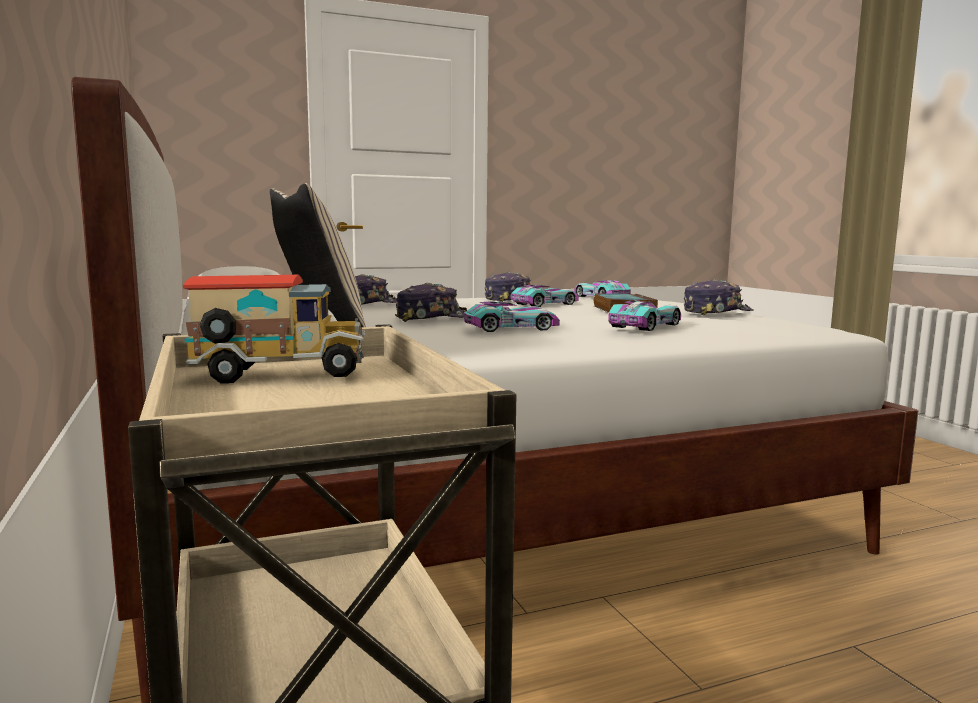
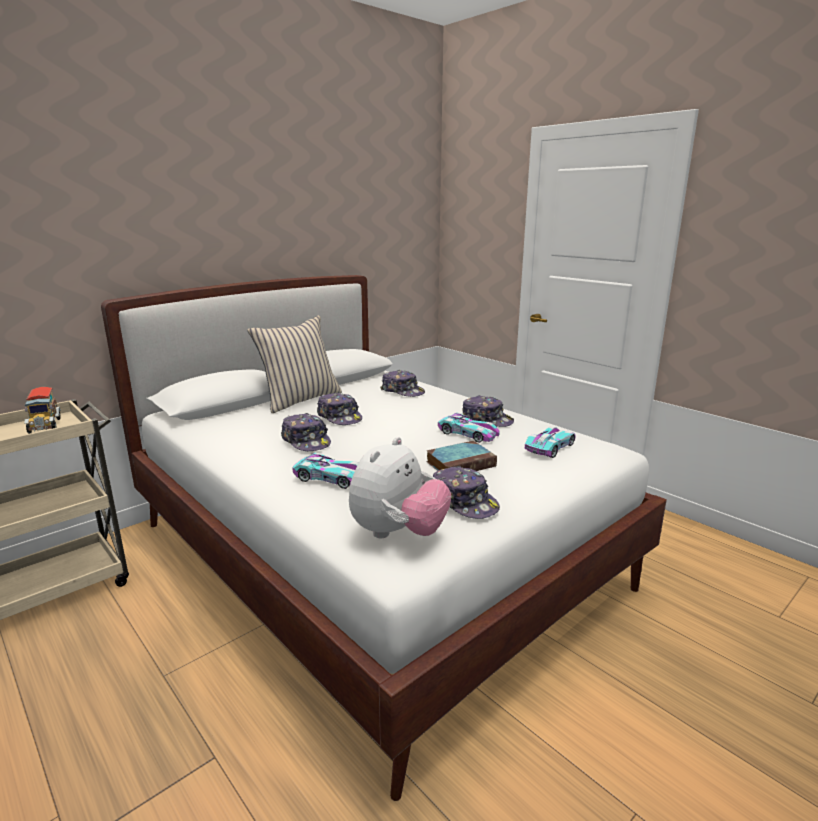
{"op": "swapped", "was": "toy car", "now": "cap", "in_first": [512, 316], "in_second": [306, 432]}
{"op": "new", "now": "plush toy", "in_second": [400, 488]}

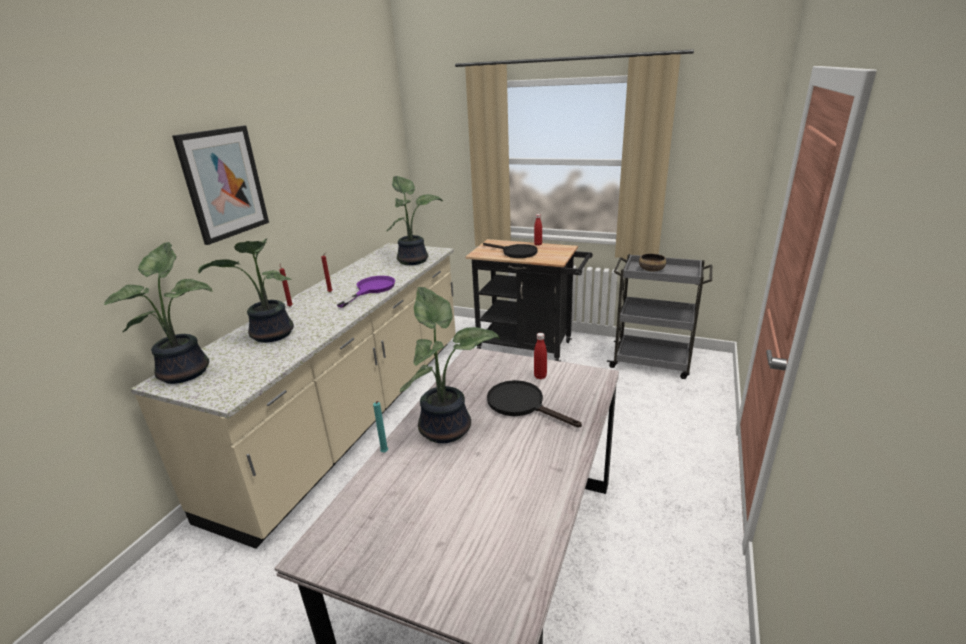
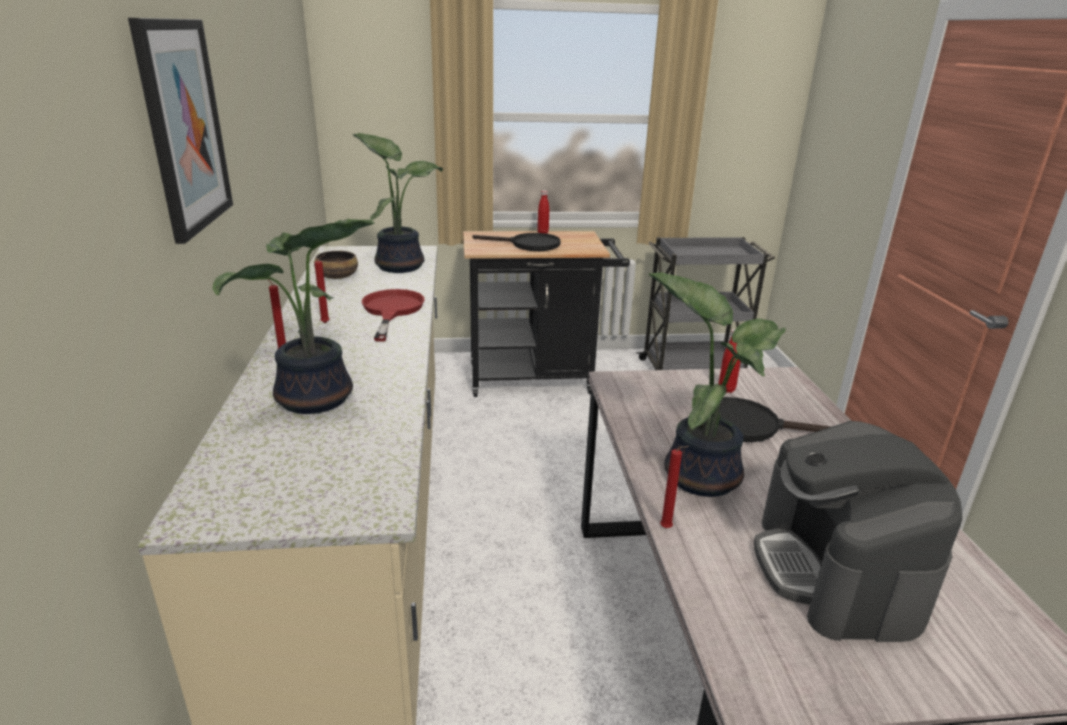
{"op": "shifted", "was": "bowl", "in_first": [652, 263], "in_second": [336, 265]}
{"op": "repainted", "was": "purple frying pan", "now": "red frying pan", "in_first": [366, 292], "in_second": [393, 315]}
{"op": "repainted", "was": "turquoise candle", "now": "red candle", "in_first": [380, 426], "in_second": [674, 487]}
{"op": "new", "now": "coffee machine", "in_second": [858, 531]}
{"op": "gone", "was": "potted plant", "in_first": [158, 313]}

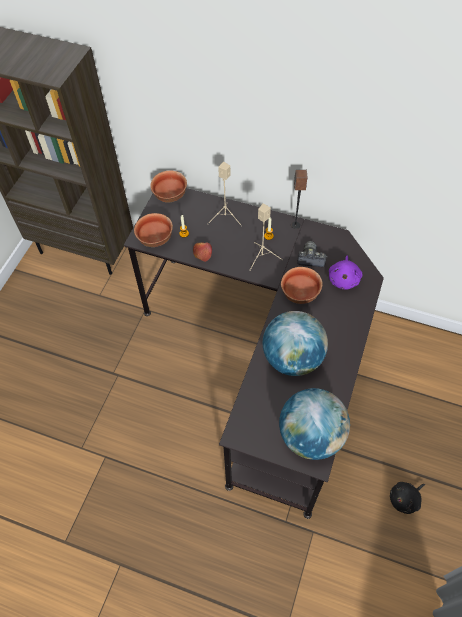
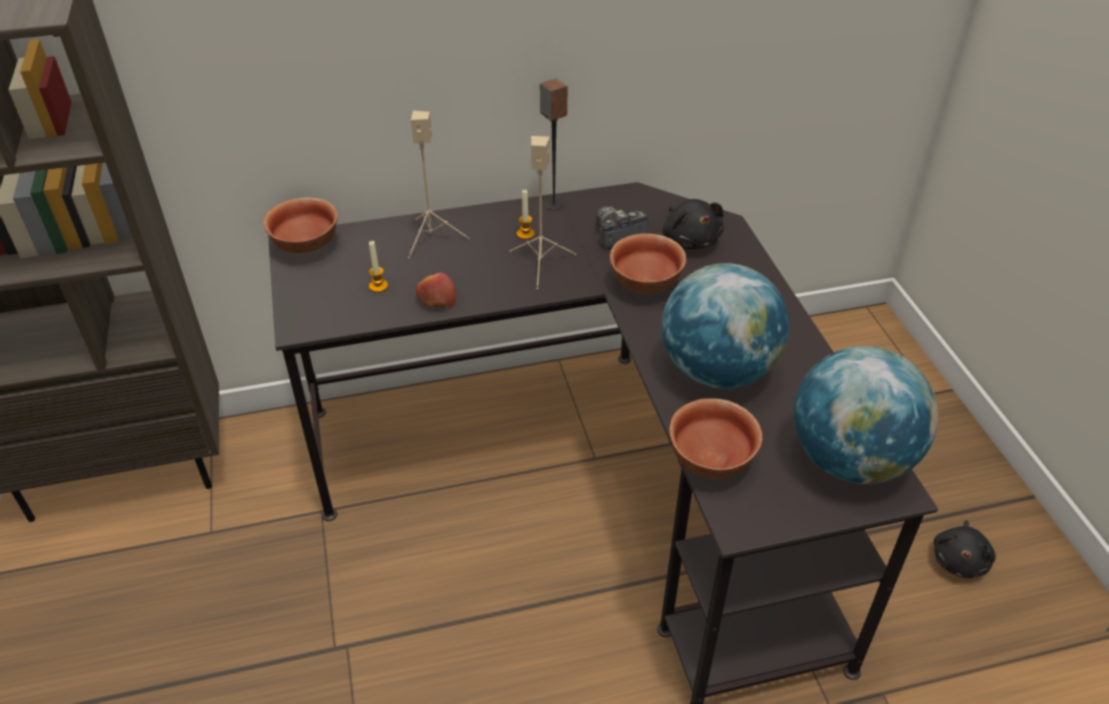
{"op": "repainted", "was": "purple plush toy", "now": "black plush toy", "in_first": [345, 272], "in_second": [693, 224]}
{"op": "shifted", "was": "bowl", "in_first": [153, 230], "in_second": [715, 438]}

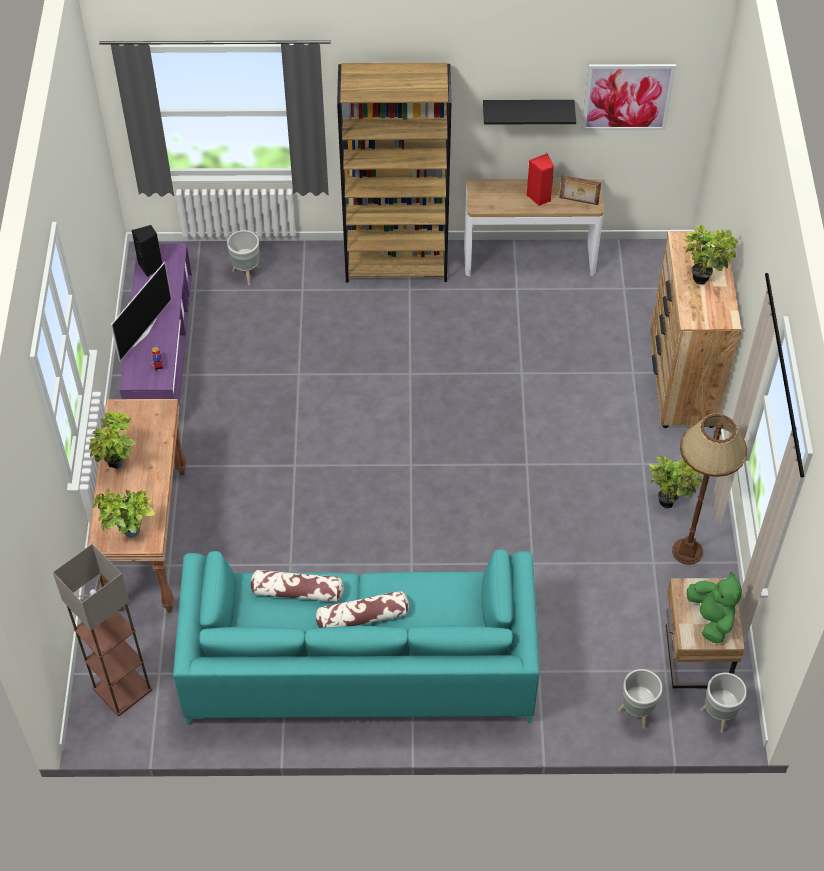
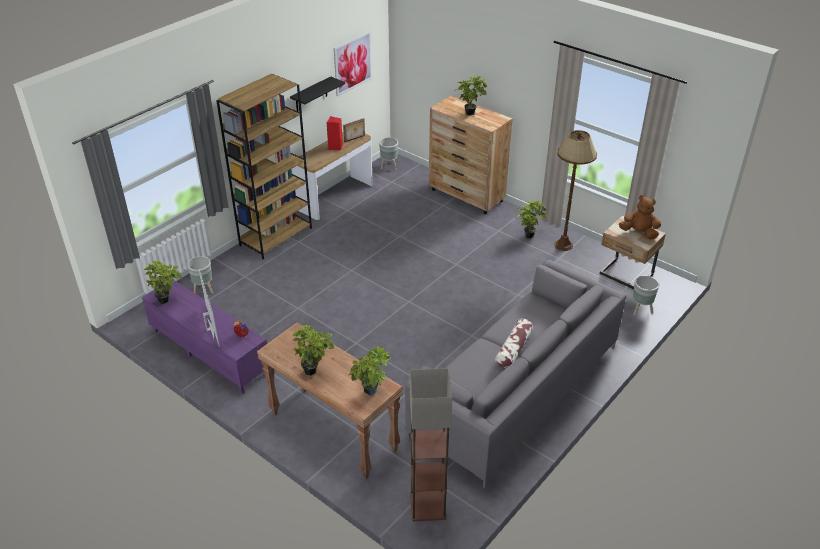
{"op": "swapped", "was": "black speaker", "now": "potted plant", "in_first": [147, 251], "in_second": [163, 282]}
{"op": "shifted", "was": "grey planter", "in_first": [724, 702], "in_second": [388, 154]}
{"op": "repainted", "was": "turquoise sofa", "now": "grey sofa", "in_first": [356, 637], "in_second": [515, 374]}
{"op": "repainted", "was": "green plush toy", "now": "brown plush toy", "in_first": [714, 607], "in_second": [640, 217]}
{"op": "gone", "was": "pillow", "in_first": [297, 586]}

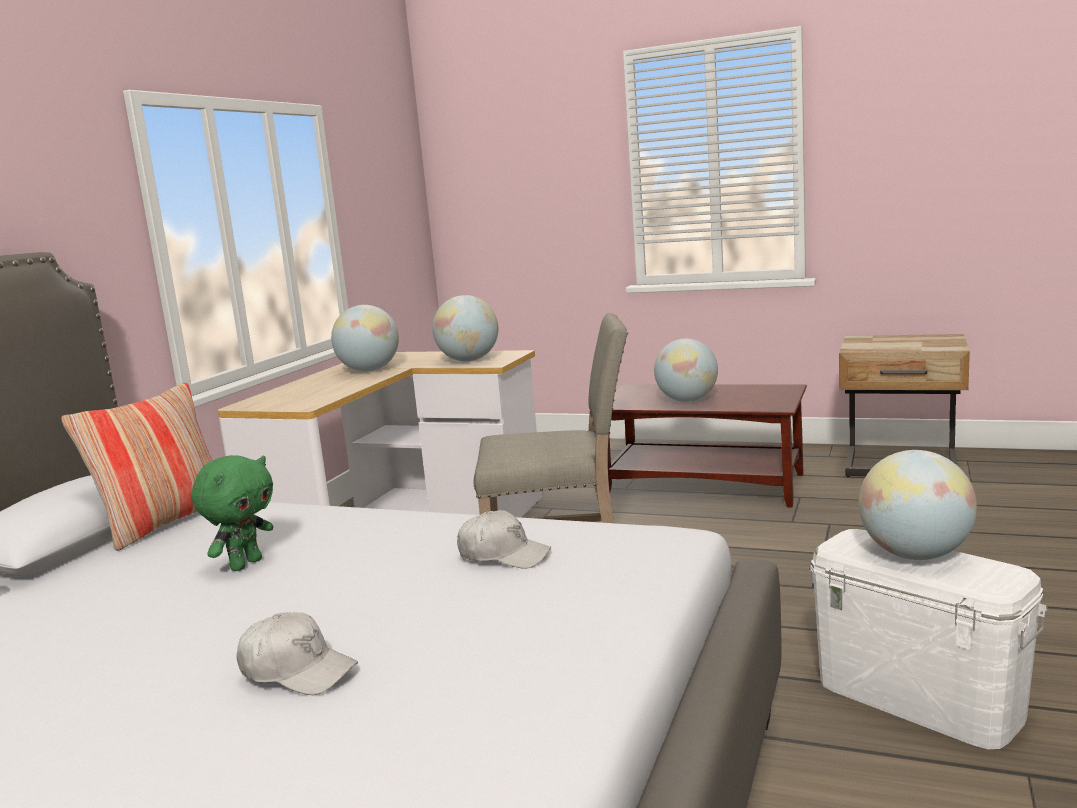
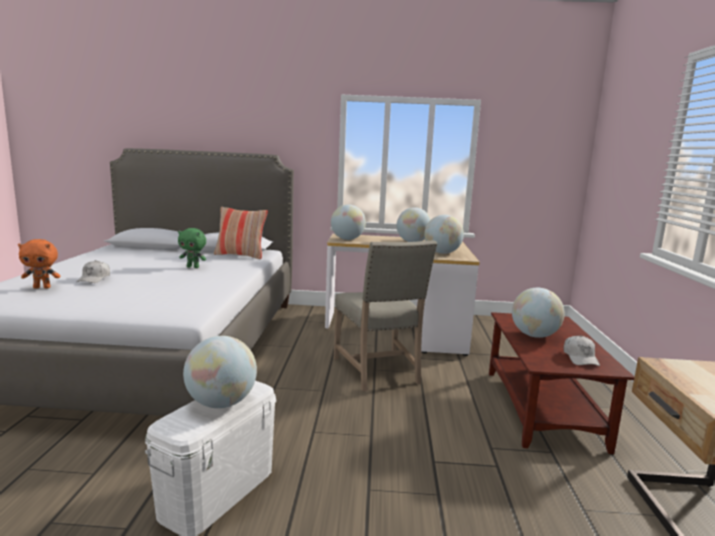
{"op": "new", "now": "orange plush toy", "in_second": [39, 264]}
{"op": "new", "now": "globe", "in_second": [348, 222]}
{"op": "shifted", "was": "white cap", "in_first": [504, 539], "in_second": [581, 350]}

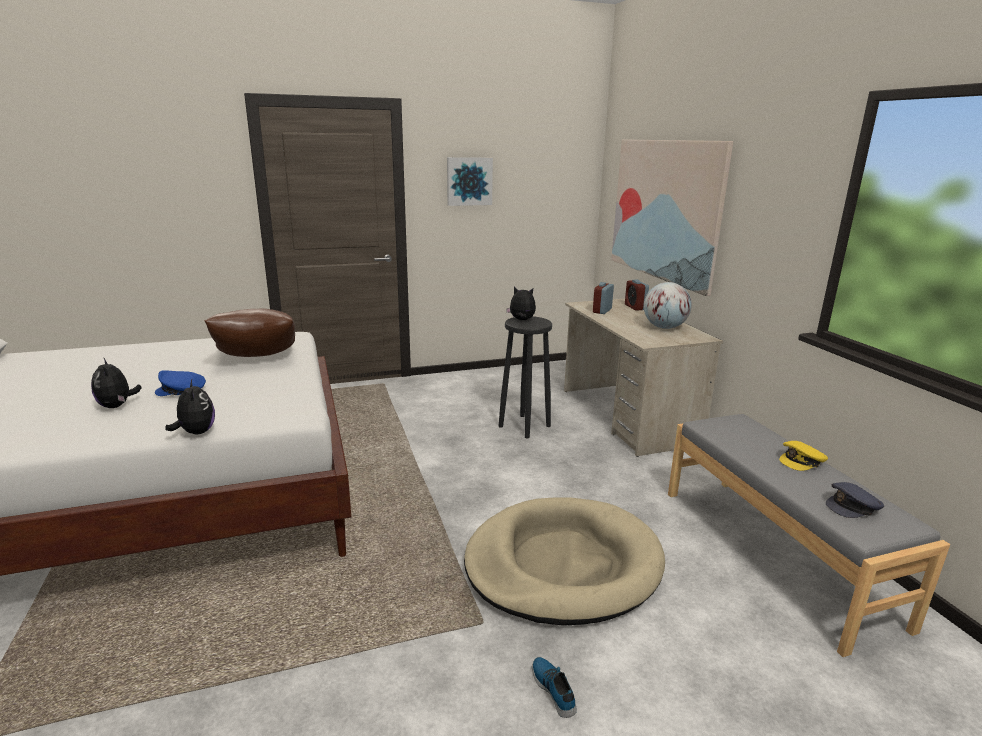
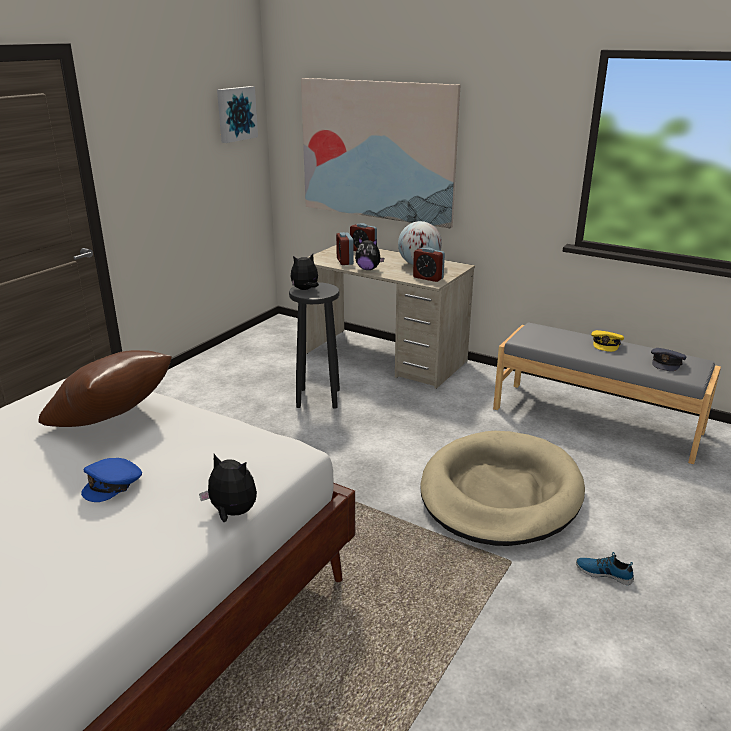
{"op": "shifted", "was": "picture", "in_first": [470, 181], "in_second": [237, 114]}
{"op": "shifted", "was": "plush toy", "in_first": [116, 382], "in_second": [369, 254]}
{"op": "new", "now": "alarm clock", "in_second": [429, 264]}

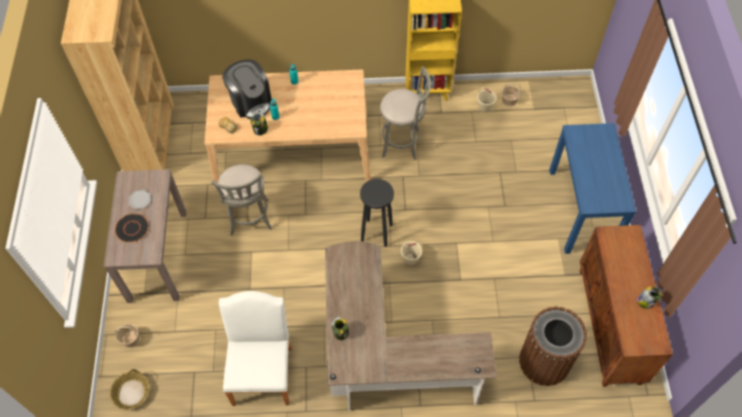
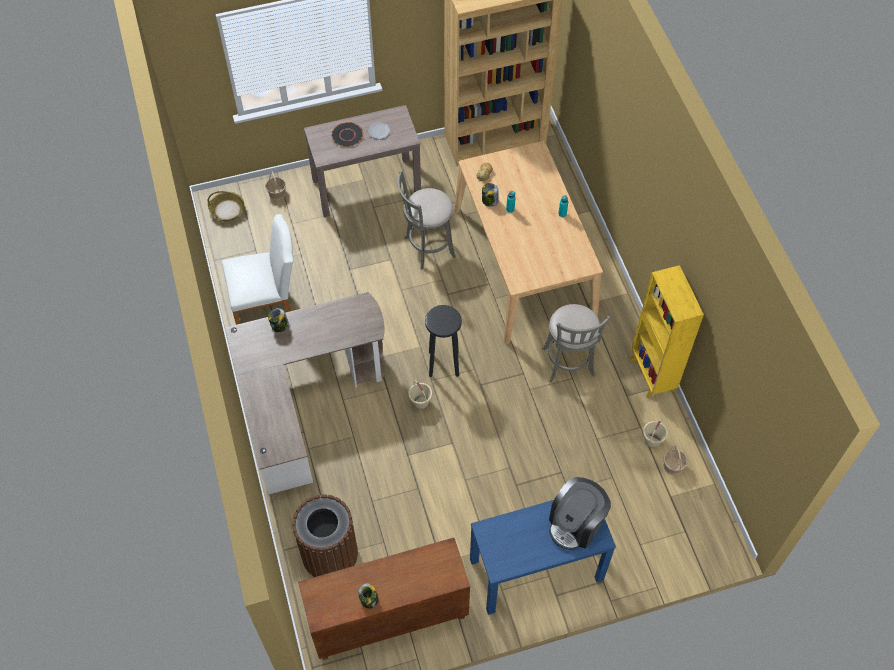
{"op": "shifted", "was": "coffee machine", "in_first": [247, 89], "in_second": [580, 513]}

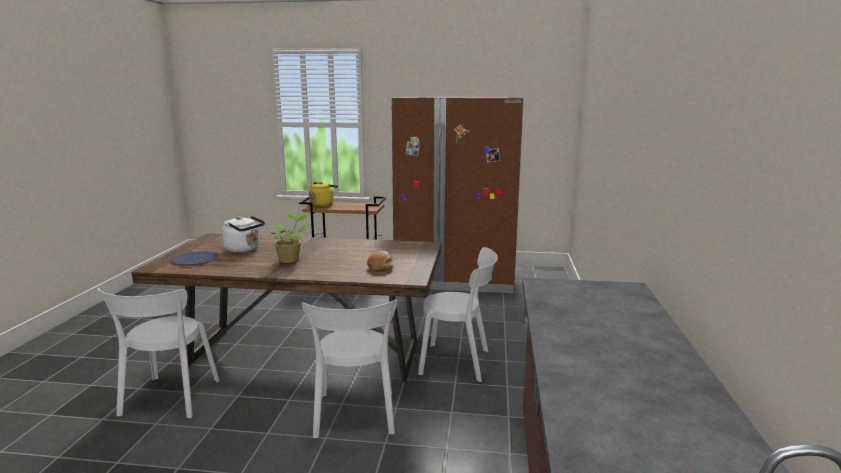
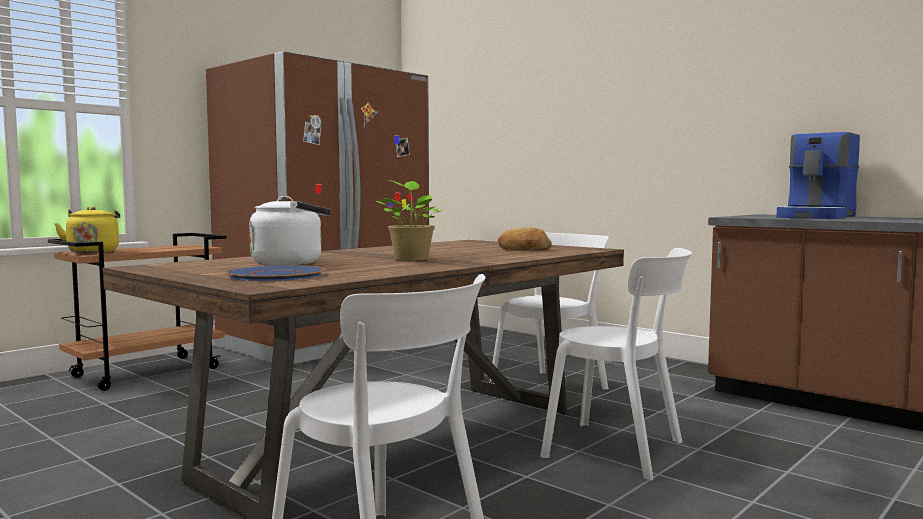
{"op": "new", "now": "coffee machine", "in_second": [818, 175]}

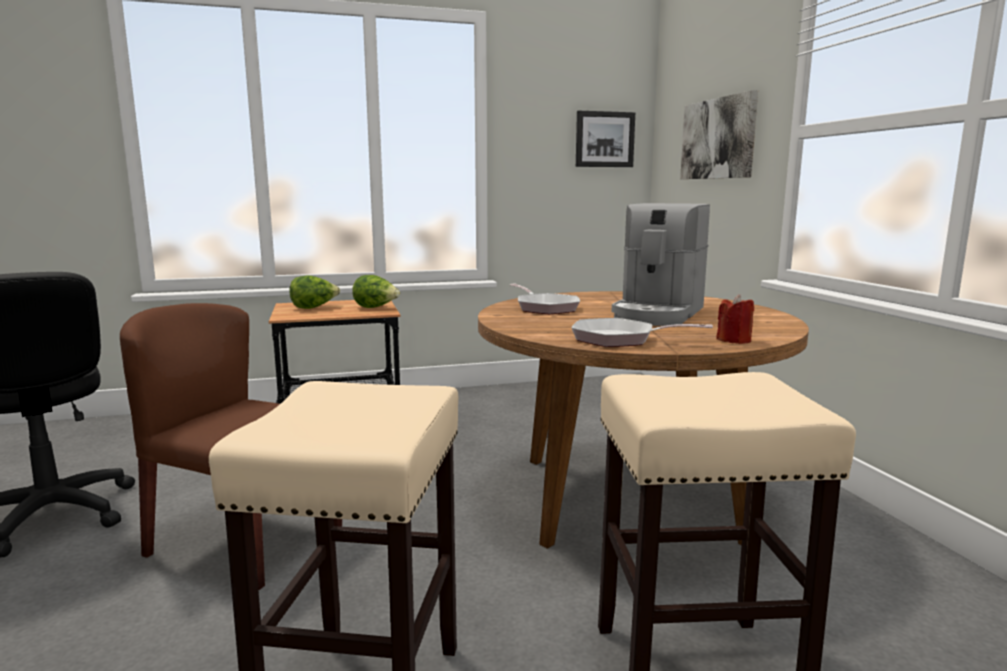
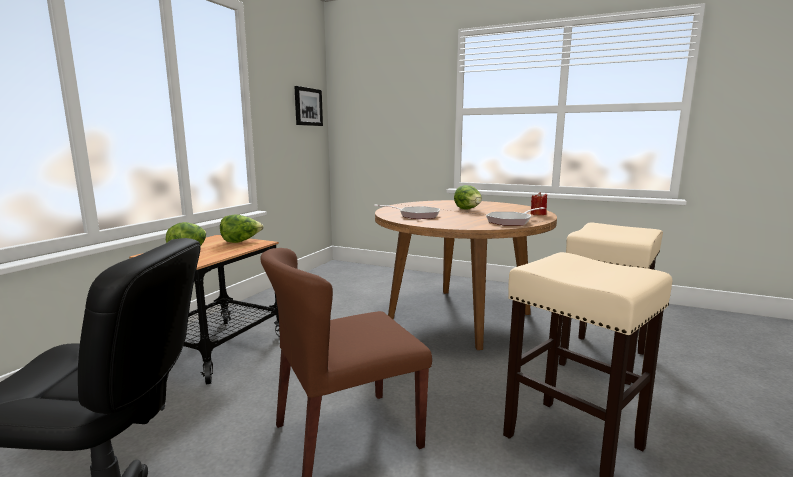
{"op": "swapped", "was": "coffee machine", "now": "lettuce", "in_first": [661, 264], "in_second": [468, 197]}
{"op": "gone", "was": "picture", "in_first": [719, 134]}

